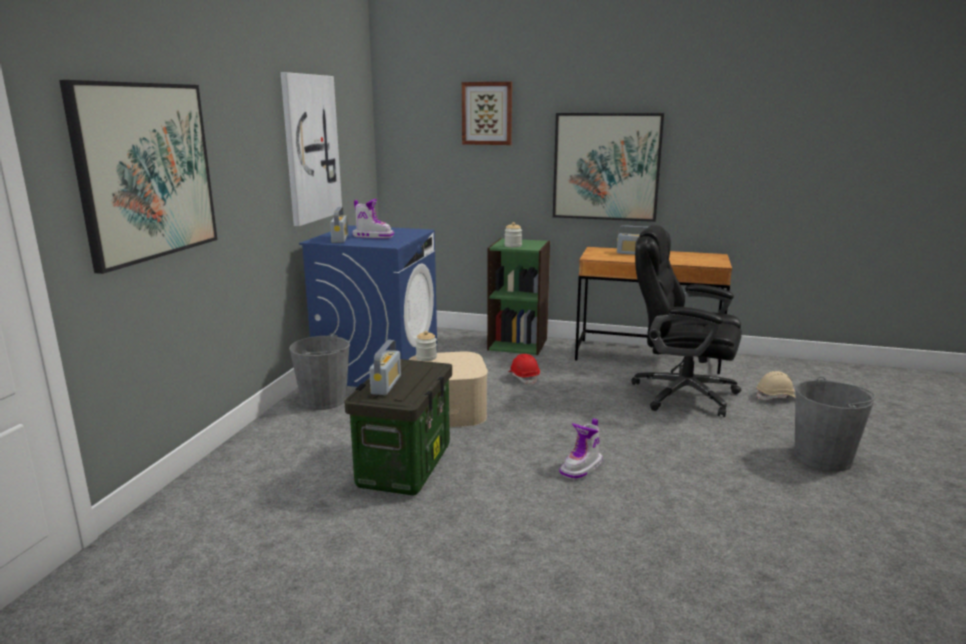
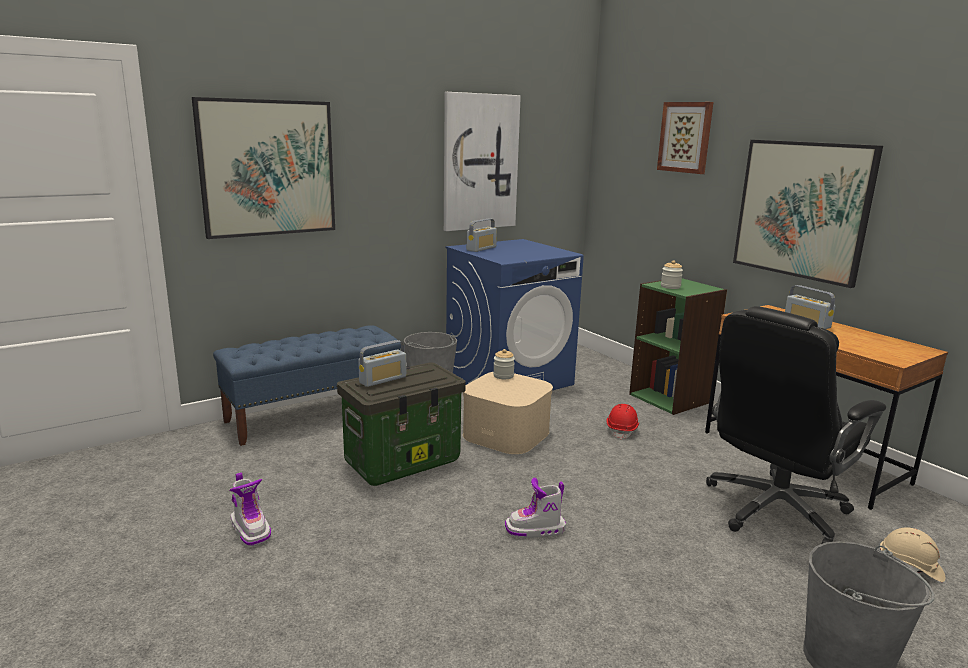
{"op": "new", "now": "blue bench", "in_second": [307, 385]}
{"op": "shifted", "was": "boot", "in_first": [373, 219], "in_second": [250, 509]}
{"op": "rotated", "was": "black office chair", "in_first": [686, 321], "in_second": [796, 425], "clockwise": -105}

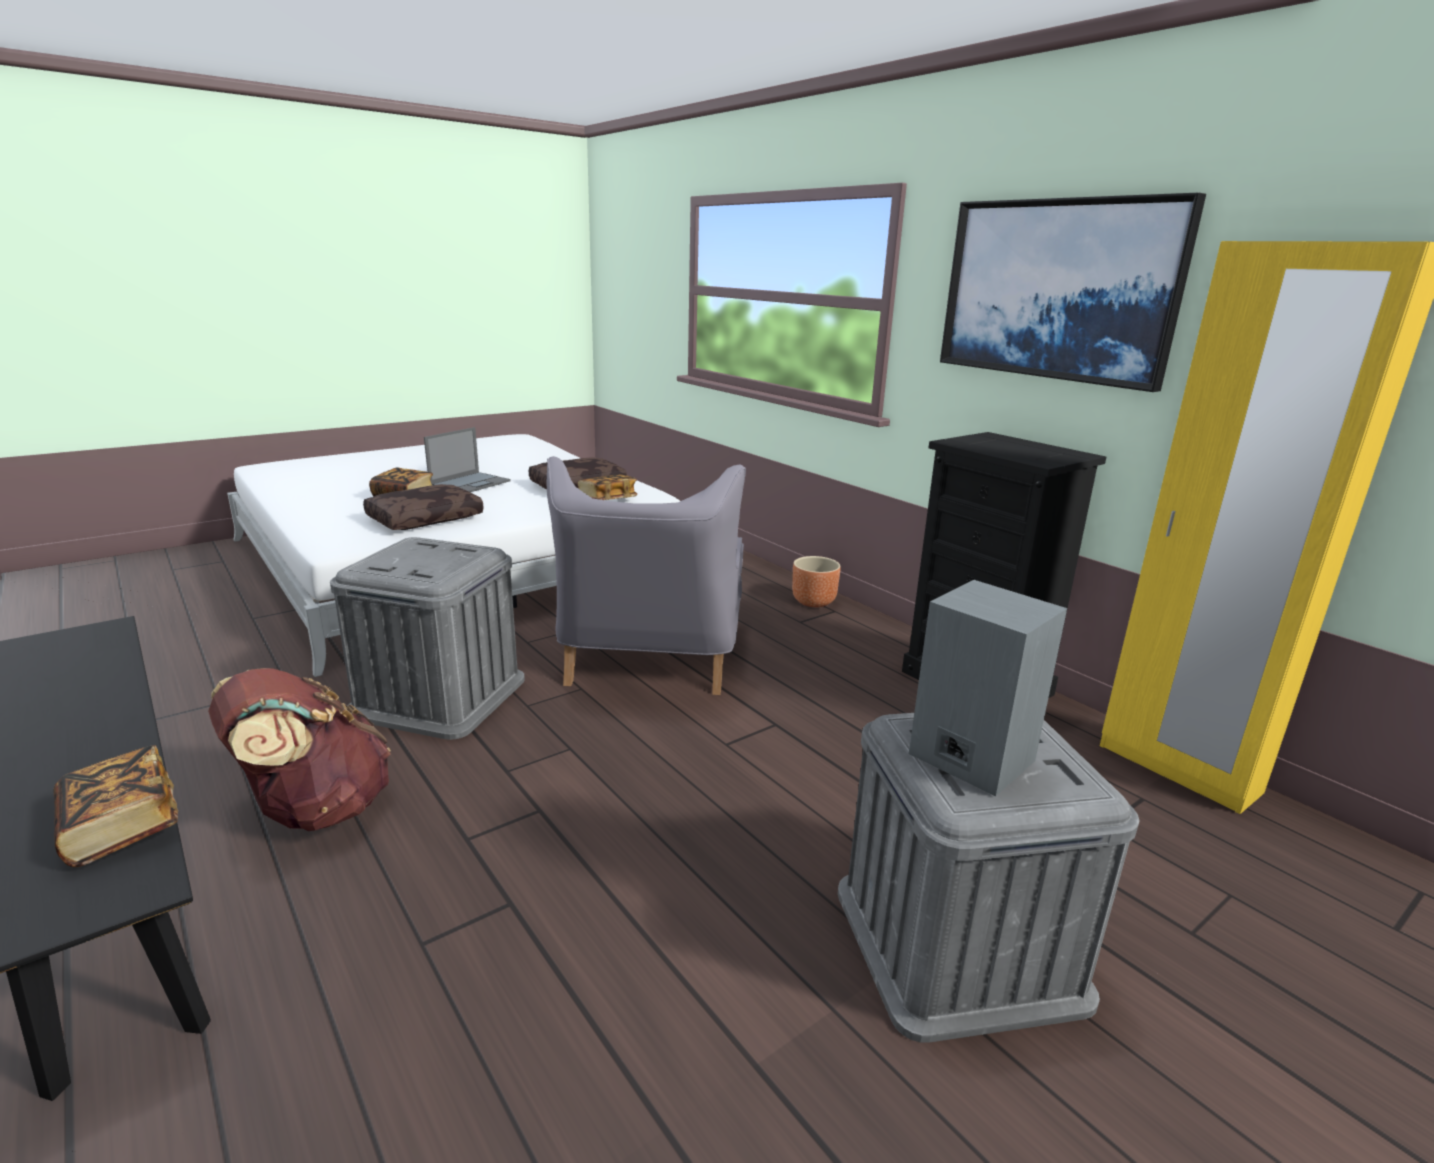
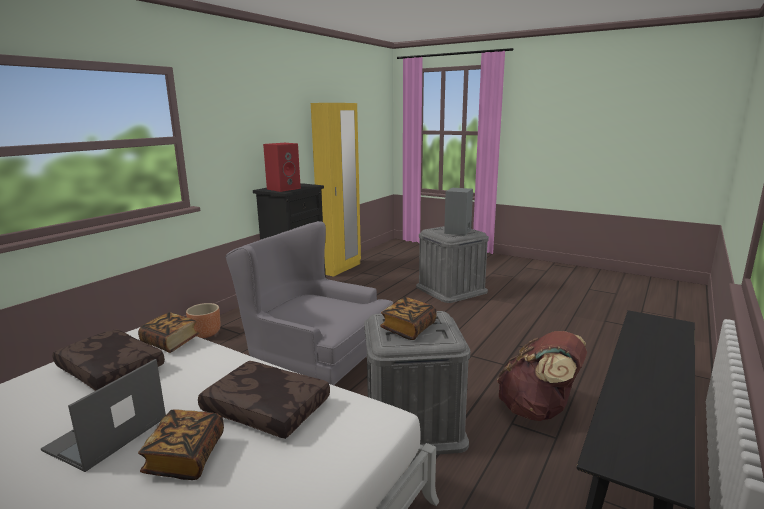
{"op": "rotated", "was": "laptop", "in_first": [467, 459], "in_second": [103, 415], "clockwise": -75}
{"op": "rotated", "was": "grey armchair", "in_first": [646, 575], "in_second": [309, 303], "clockwise": -135}
{"op": "new", "now": "red speaker", "in_second": [282, 167]}
{"op": "shifted", "was": "book", "in_first": [116, 806], "in_second": [408, 318]}
{"op": "gone", "was": "picture", "in_first": [1073, 292]}

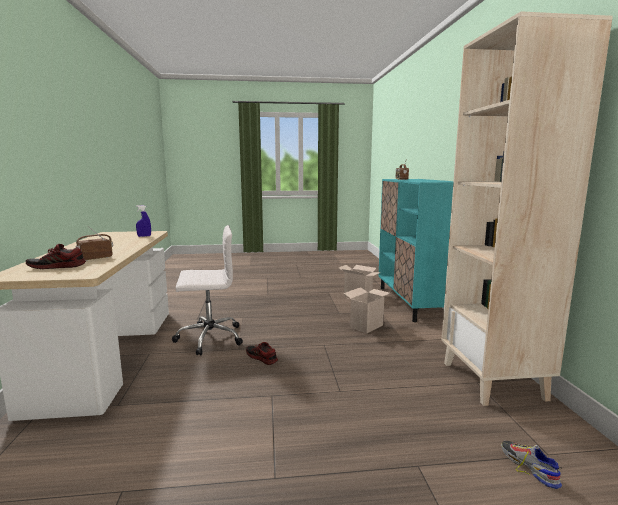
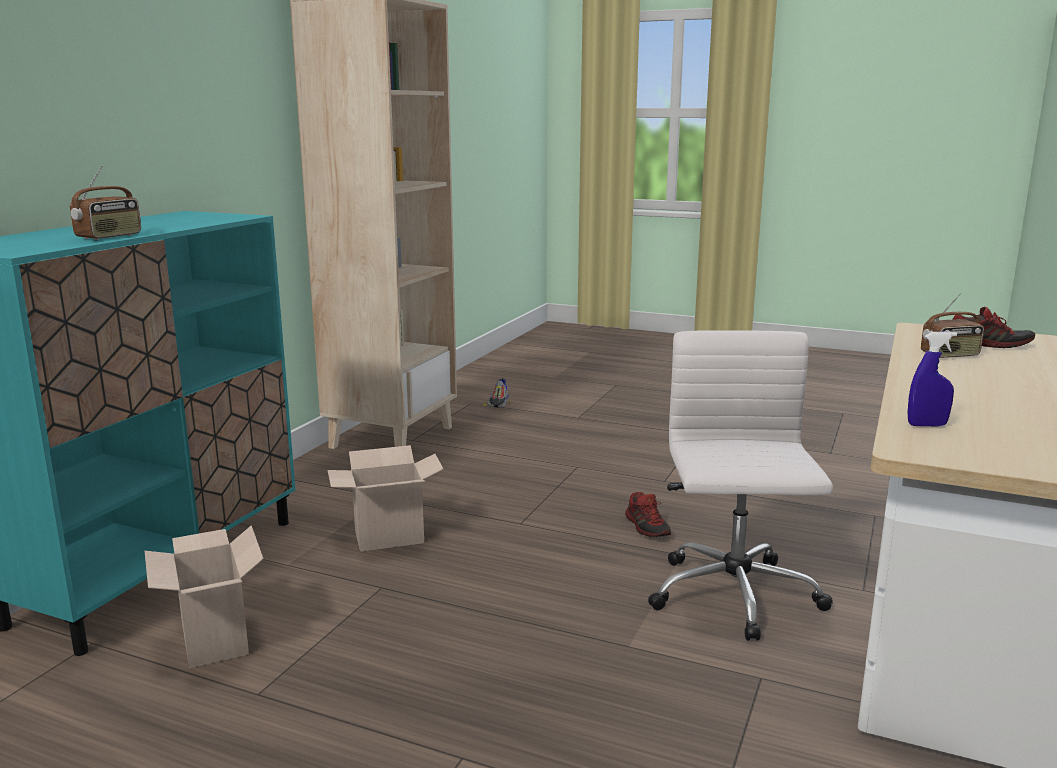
{"op": "rotated", "was": "white office chair", "in_first": [207, 290], "in_second": [740, 485], "clockwise": 75}

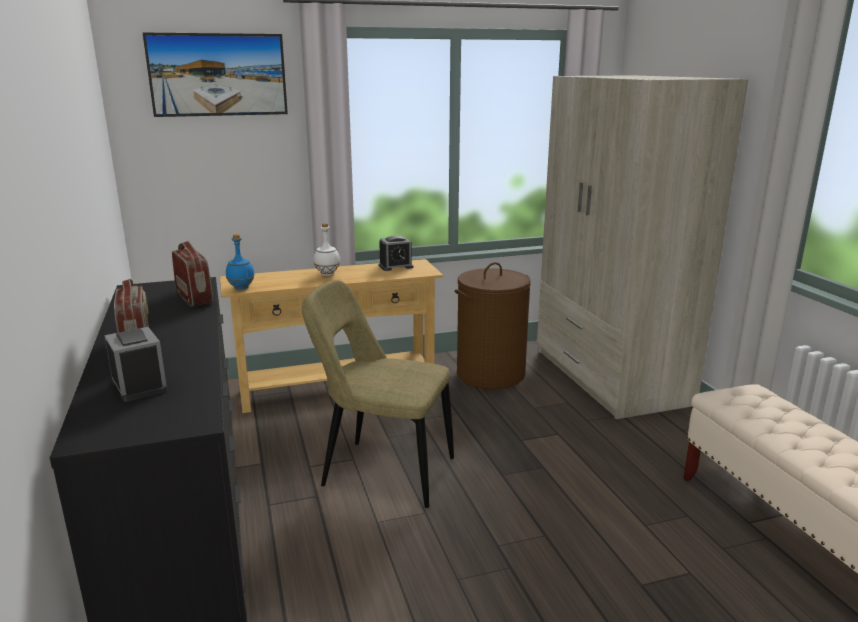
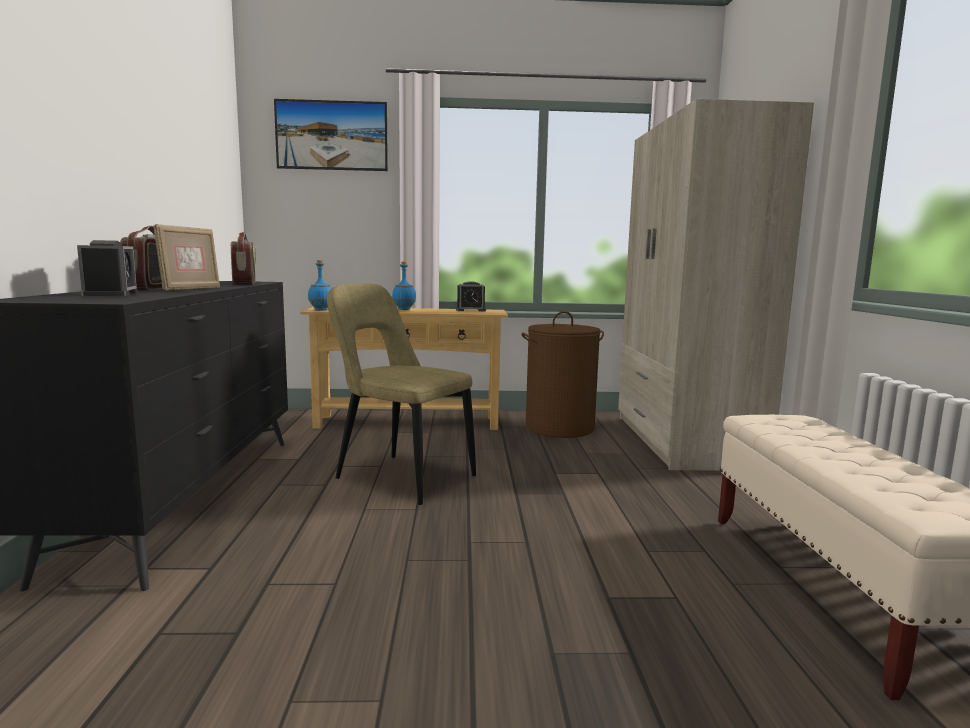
{"op": "new", "now": "picture frame", "in_second": [186, 257]}
{"op": "repainted", "was": "white bottle", "now": "blue bottle", "in_first": [327, 249], "in_second": [404, 286]}

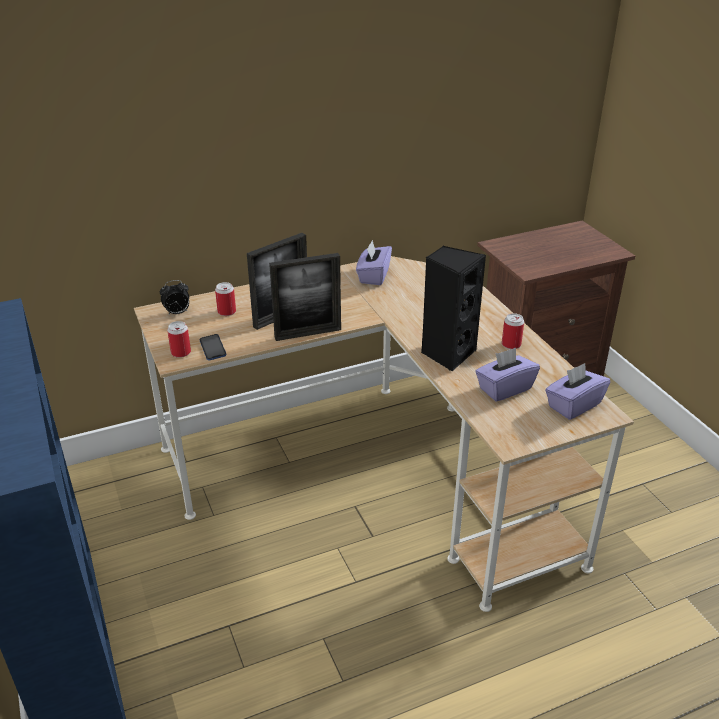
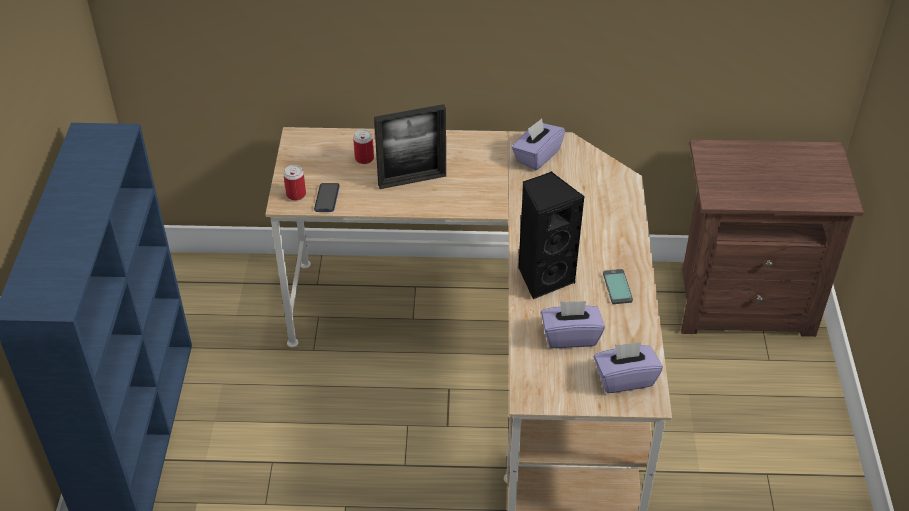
{"op": "swapped", "was": "can", "now": "phone", "in_first": [513, 331], "in_second": [618, 286]}
{"op": "gone", "was": "alarm clock", "in_first": [174, 298]}
{"op": "gone", "was": "picture frame", "in_first": [305, 297]}

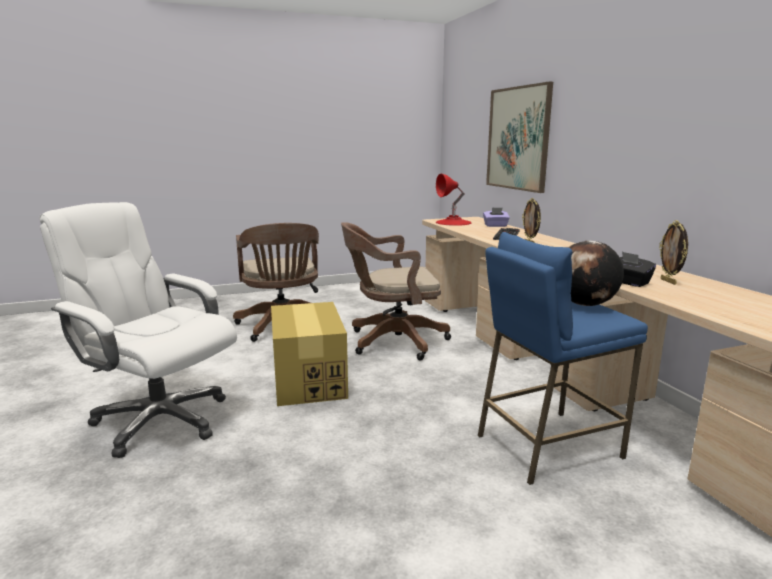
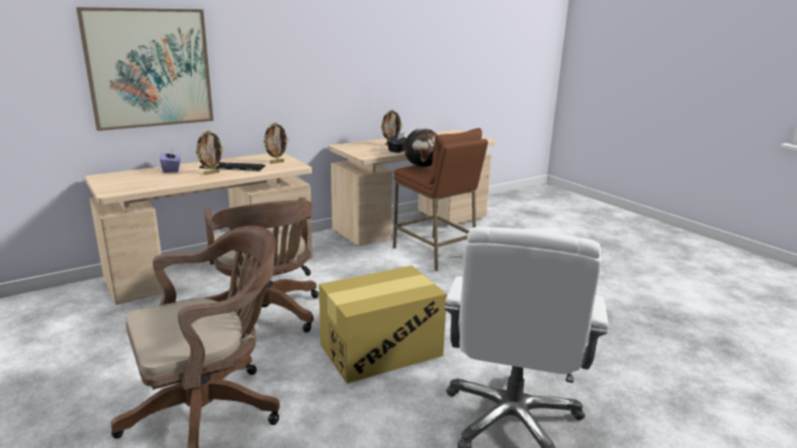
{"op": "new", "now": "picture frame", "in_second": [210, 152]}
{"op": "repainted", "was": "blue stool", "now": "brown stool", "in_first": [563, 358], "in_second": [440, 199]}
{"op": "gone", "was": "red table lamp", "in_first": [453, 200]}

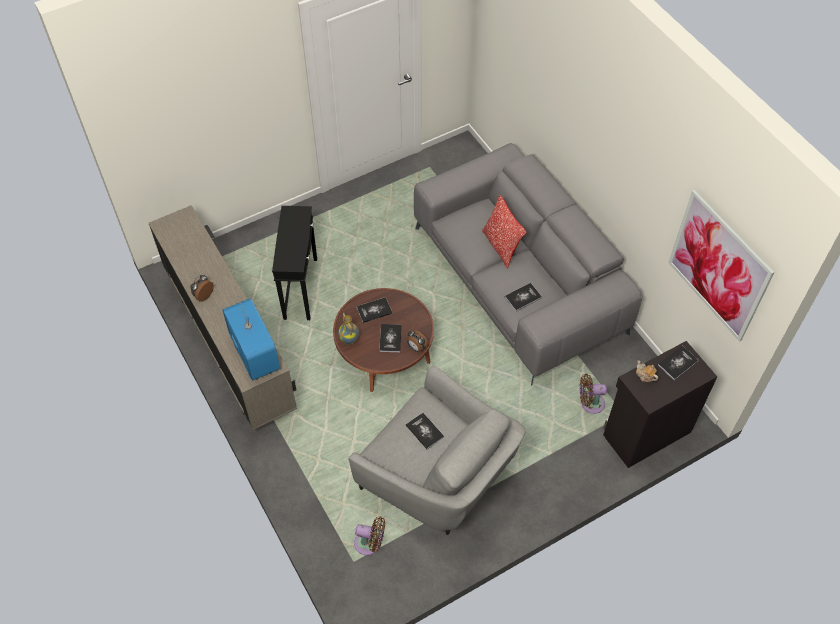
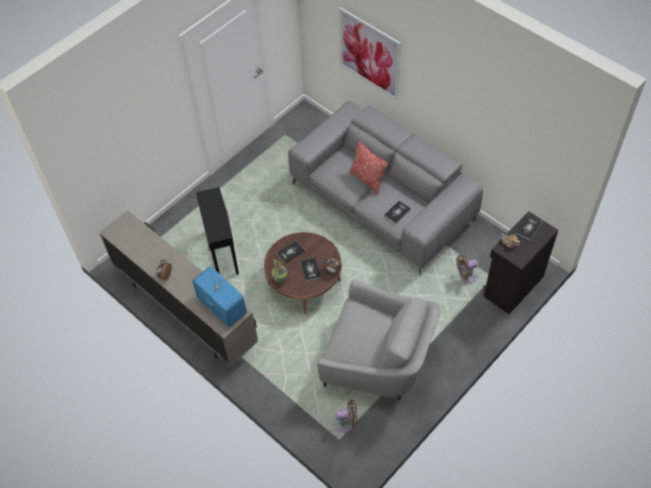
{"op": "shifted", "was": "picture", "in_first": [721, 266], "in_second": [370, 53]}
{"op": "gone", "was": "book", "in_first": [425, 431]}

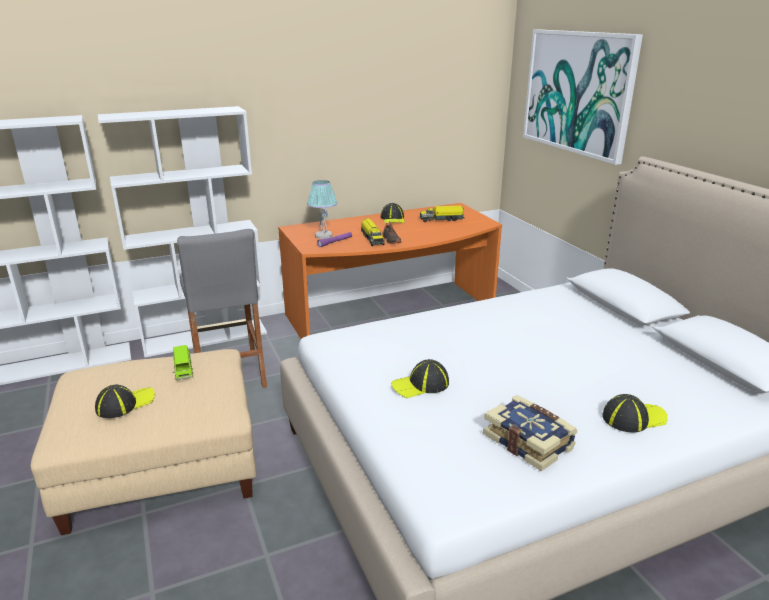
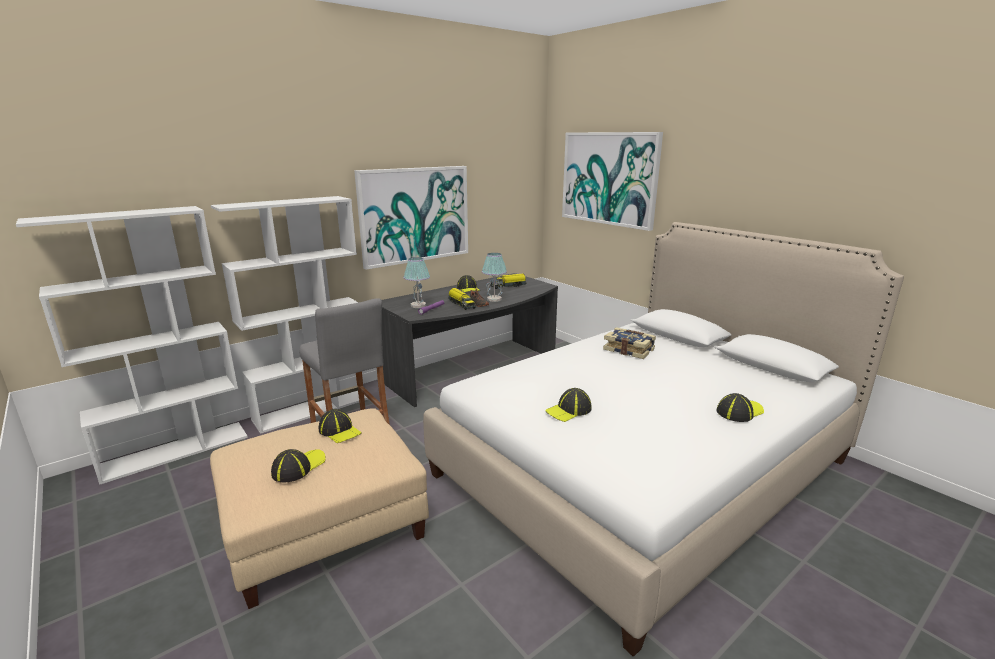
{"op": "swapped", "was": "green toy car", "now": "cap", "in_first": [183, 362], "in_second": [340, 426]}
{"op": "new", "now": "picture", "in_second": [411, 218]}
{"op": "repainted", "was": "orange desk", "now": "grey desk", "in_first": [390, 271], "in_second": [470, 340]}
{"op": "new", "now": "table lamp", "in_second": [494, 277]}
{"op": "shifted", "was": "book", "in_first": [530, 433], "in_second": [629, 343]}

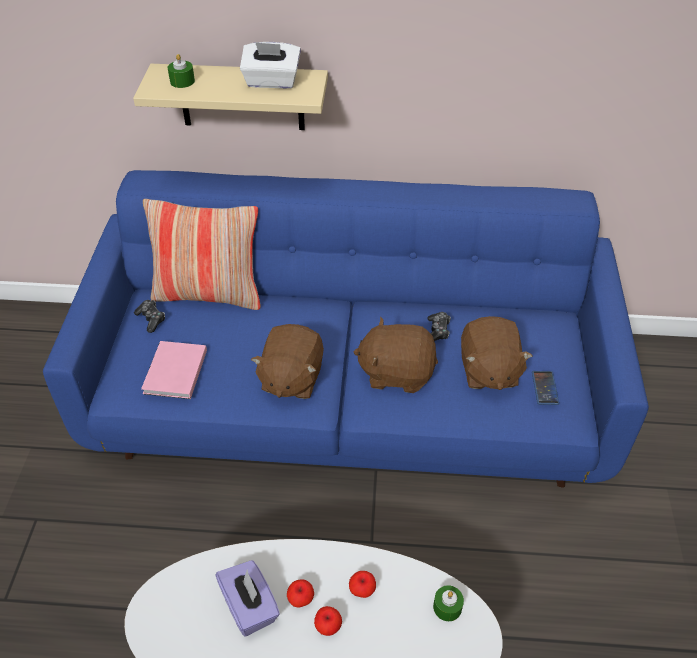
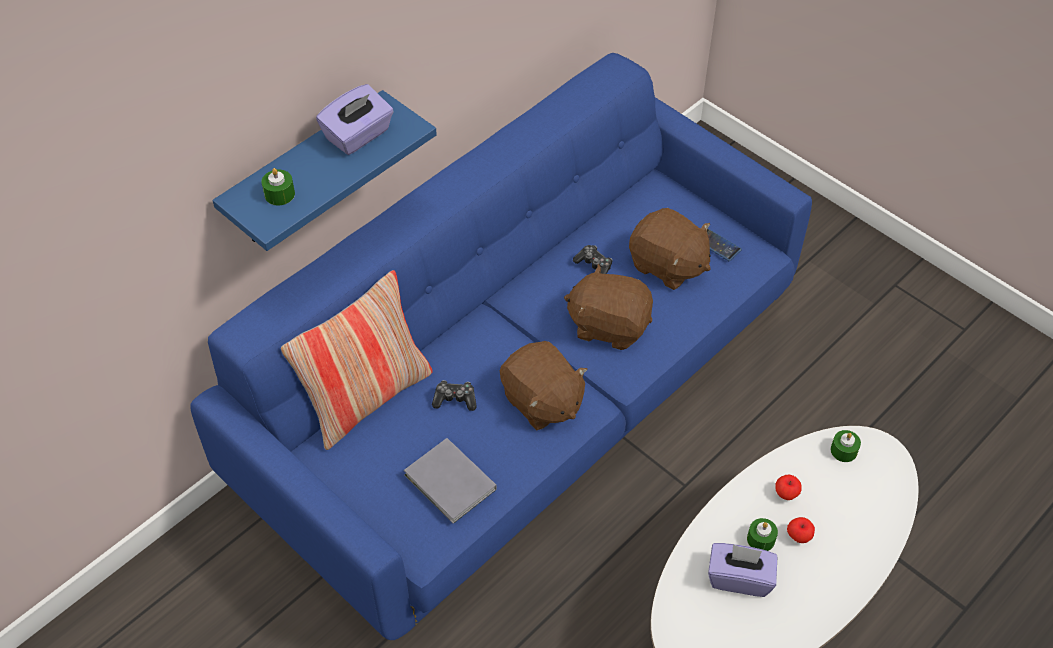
{"op": "repainted", "was": "beige shelf", "now": "blue shelf", "in_first": [230, 97], "in_second": [324, 170]}
{"op": "repainted", "was": "white tissue box", "now": "purple tissue box", "in_first": [270, 65], "in_second": [355, 119]}
{"op": "repainted", "was": "pink book", "now": "grey book", "in_first": [174, 370], "in_second": [450, 481]}
{"op": "shifted", "was": "game controller", "in_first": [149, 316], "in_second": [454, 395]}
{"op": "rotated", "was": "brown plush toy", "in_first": [396, 355], "in_second": [608, 307], "clockwise": 60}
{"op": "swapped", "was": "apple", "now": "green candle", "in_first": [300, 593], "in_second": [762, 534]}

